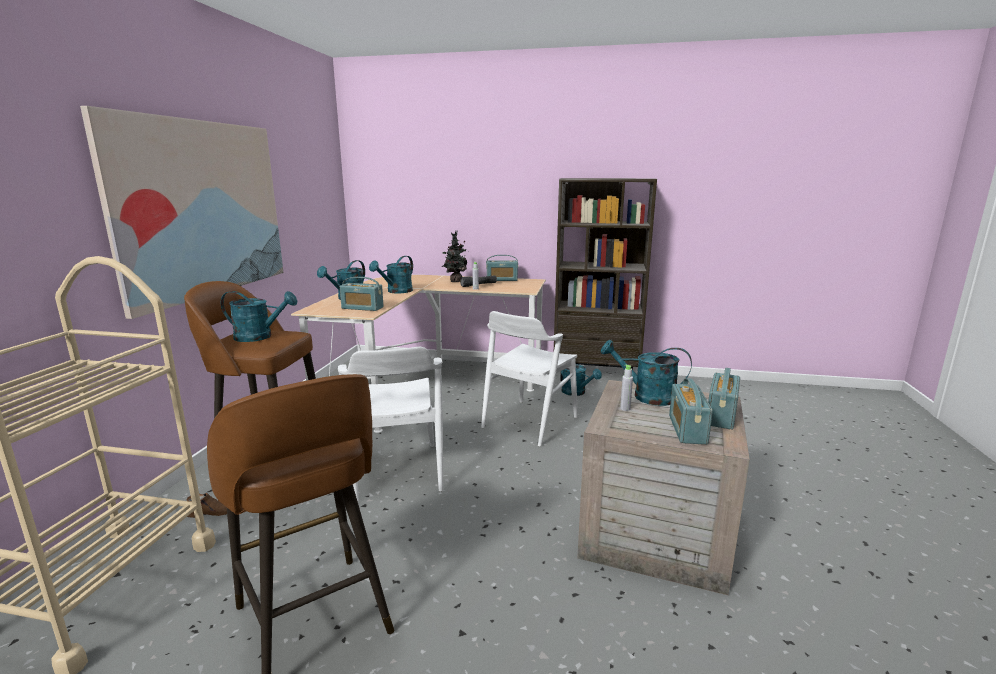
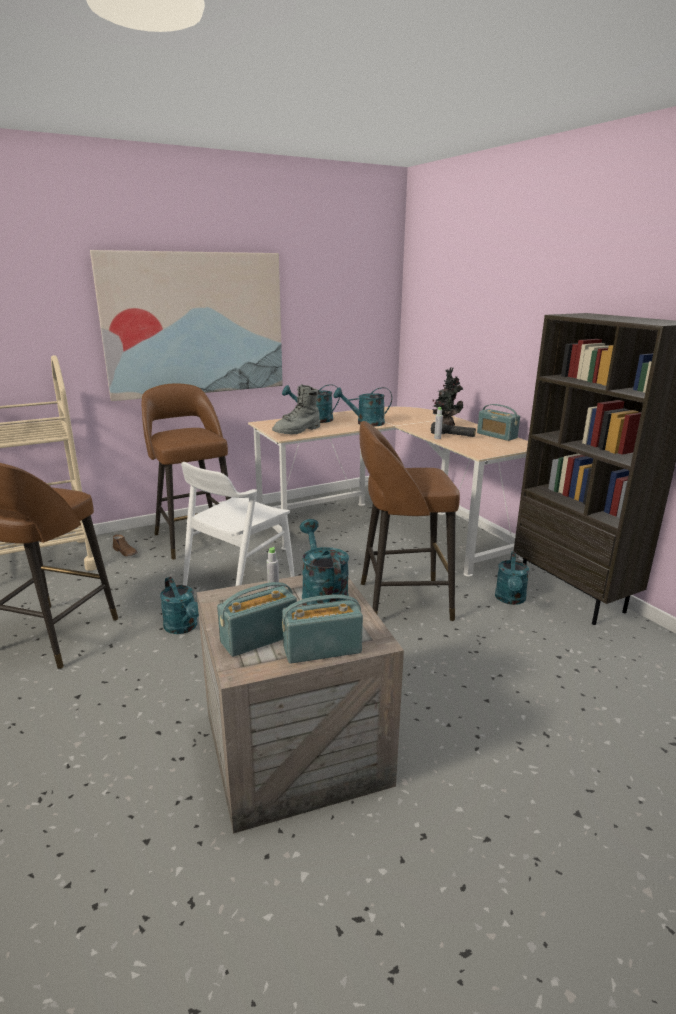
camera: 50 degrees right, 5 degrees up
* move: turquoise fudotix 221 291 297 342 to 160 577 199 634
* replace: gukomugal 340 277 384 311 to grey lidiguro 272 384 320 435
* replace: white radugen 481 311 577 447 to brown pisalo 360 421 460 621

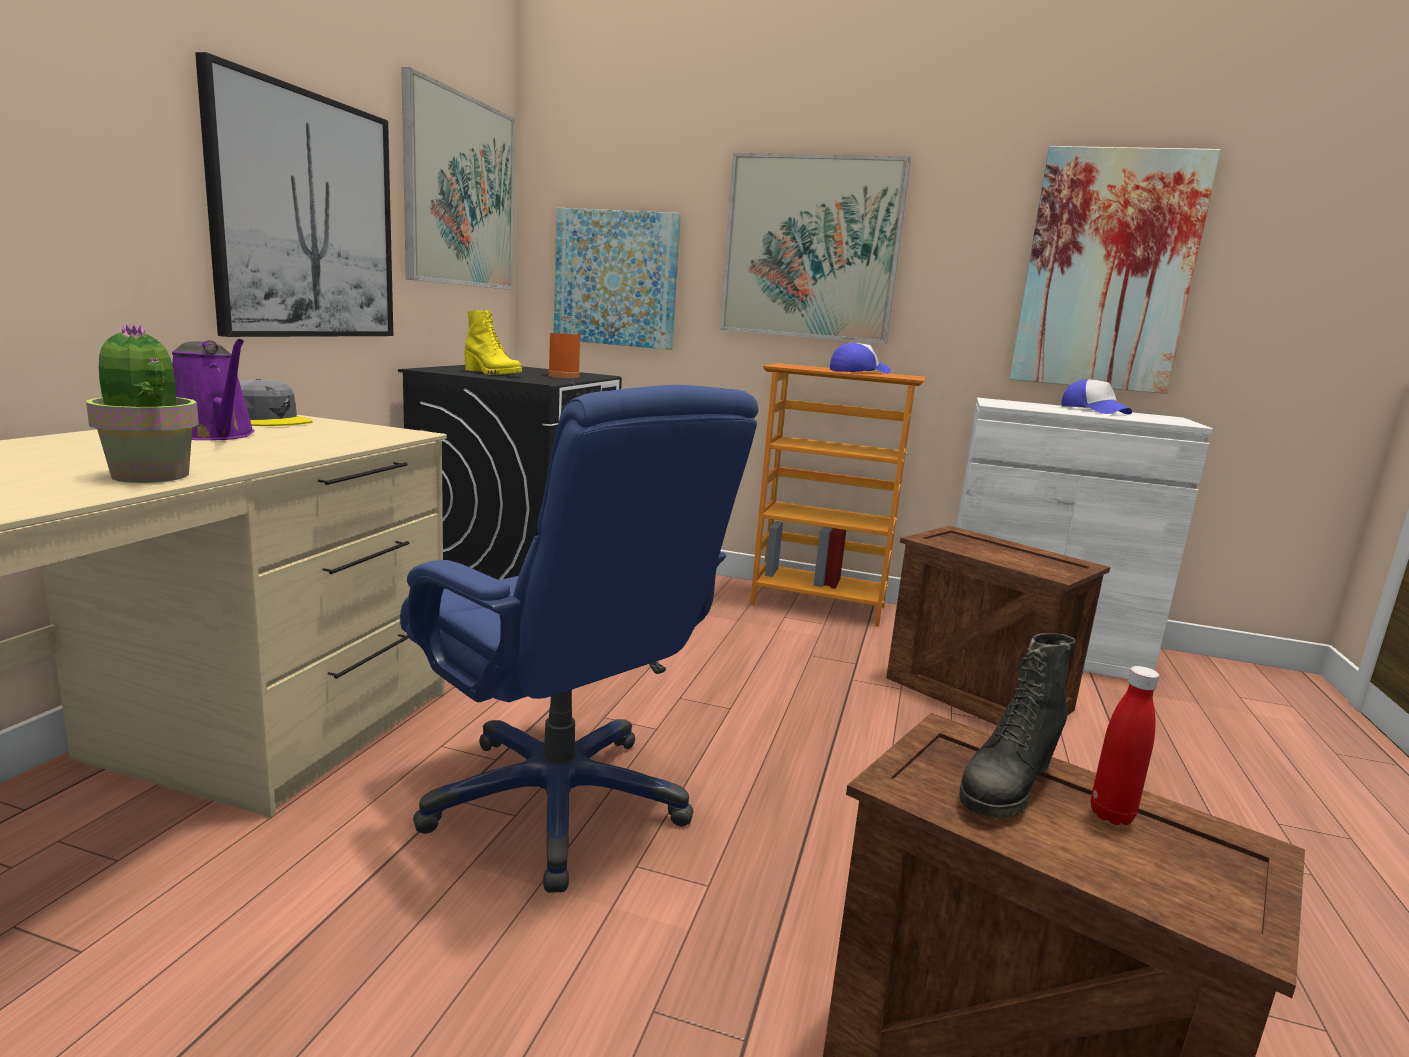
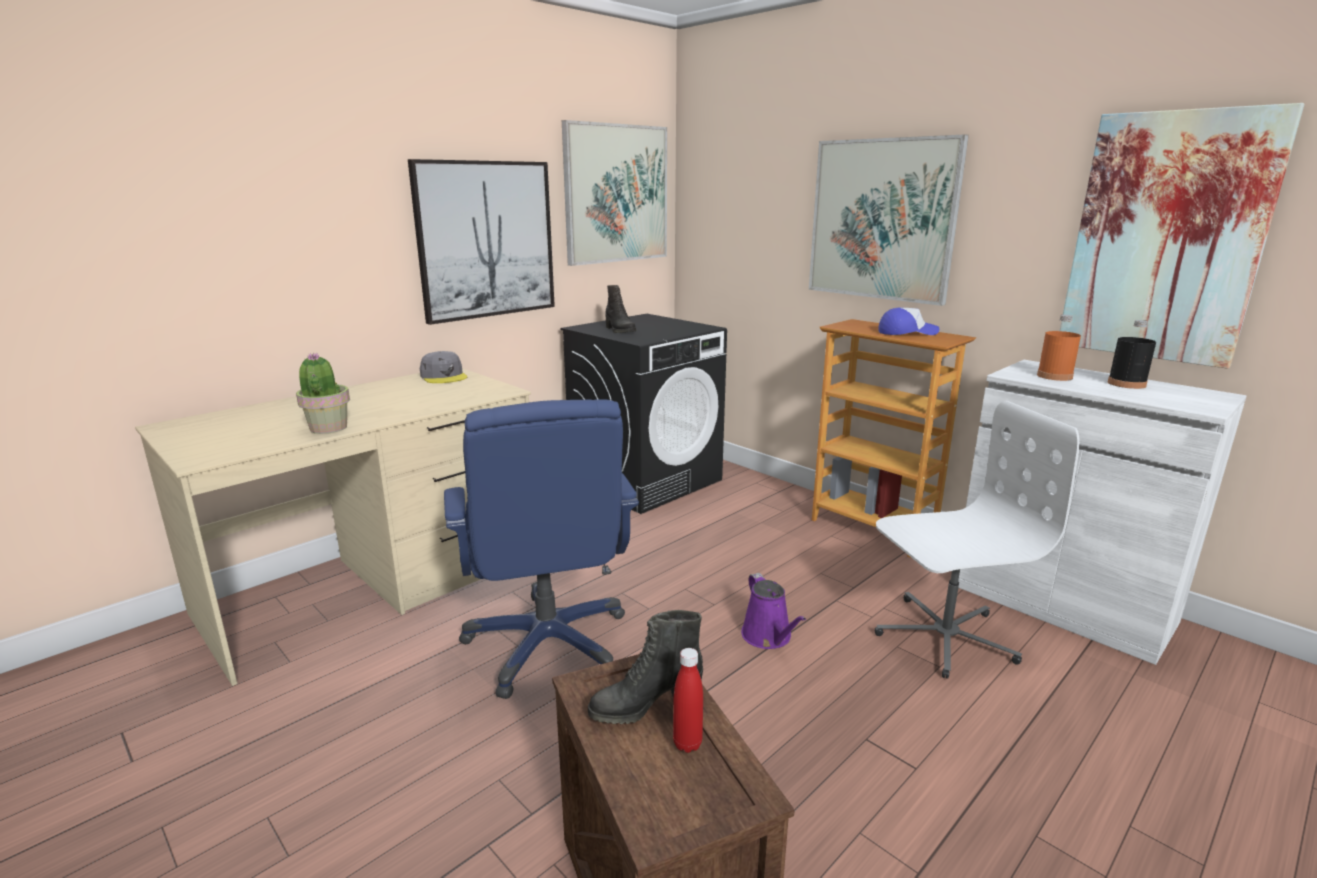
camera: 30 degrees right, 5 degrees up
* move: purple fudotix 172 339 255 440 to 741 573 806 649
* recolor: yellow lidiguro 464 310 522 375 to black lidiguro 605 285 636 333
* move: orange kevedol 548 315 580 378 to 1037 315 1081 381
* delete: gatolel 554 208 681 350
* replace: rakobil 886 526 1110 726 to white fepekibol 875 401 1080 679
* replace: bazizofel 1061 379 1132 414 to black kevedol 1108 320 1156 389

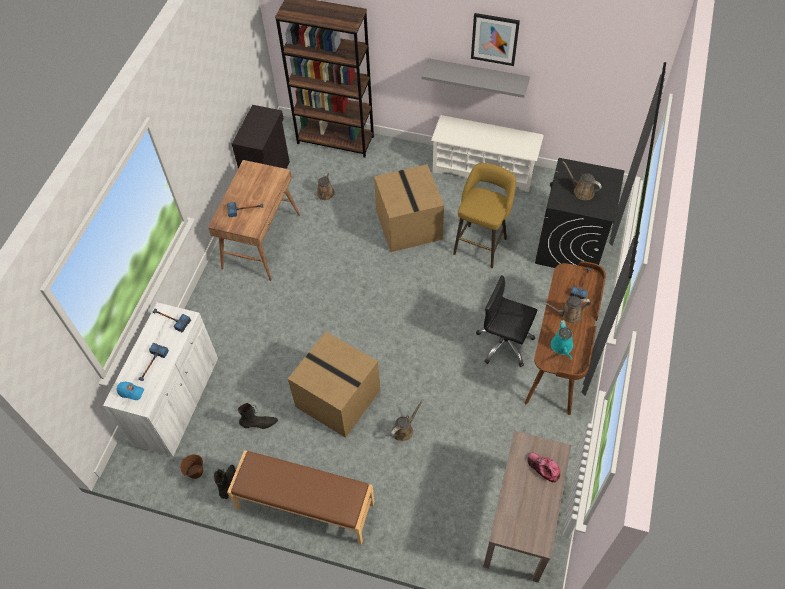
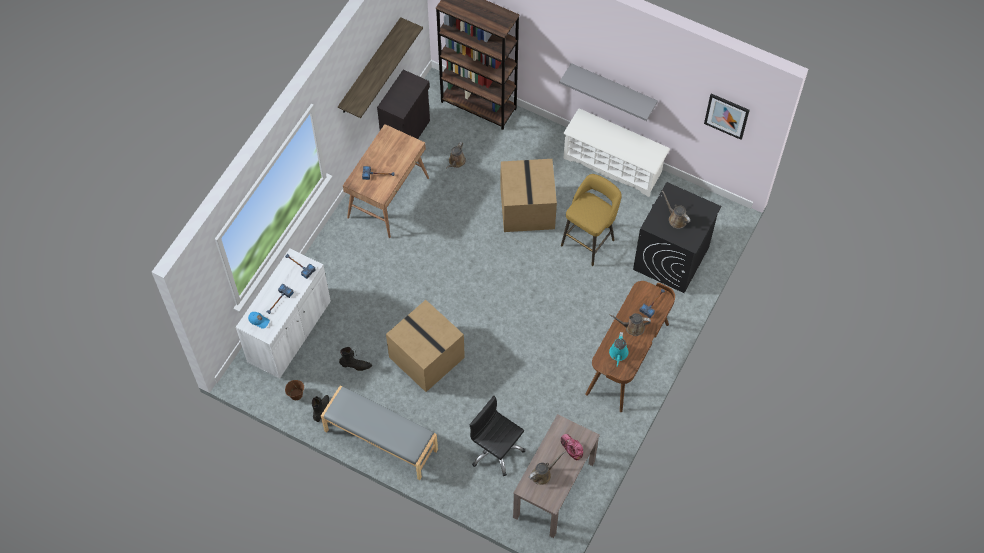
camera: 10 degrees right, 5 degrees up
* recolor: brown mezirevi 227 450 375 545 to grey mezirevi 321 386 438 480
* move: brown fudotix 390 399 424 442 to 529 451 566 485
* move: gatolel 471 13 520 66 to 704 94 750 140
* move: black fepekibol 476 275 537 367 to 470 396 525 476
* insert: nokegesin 338 17 423 118

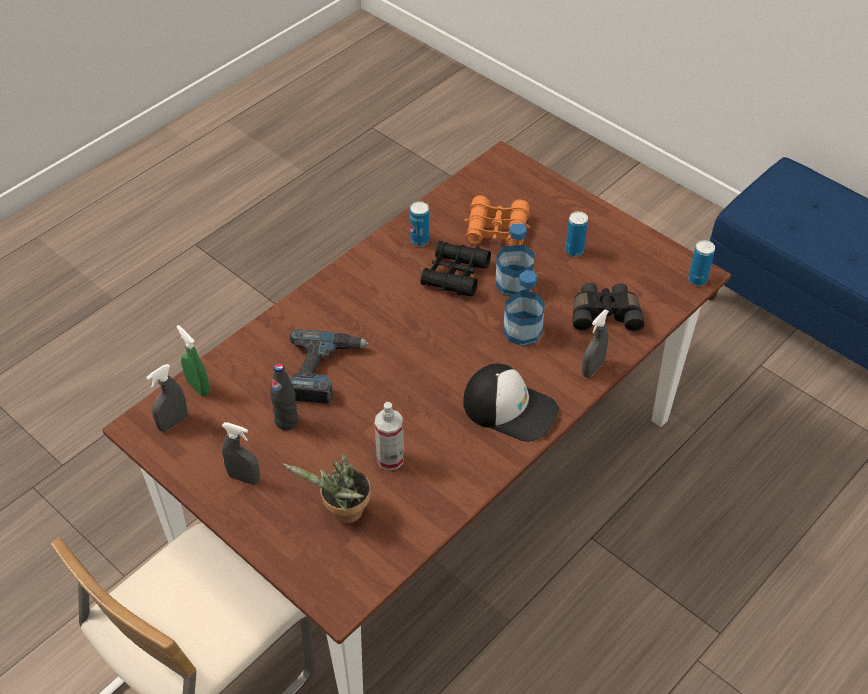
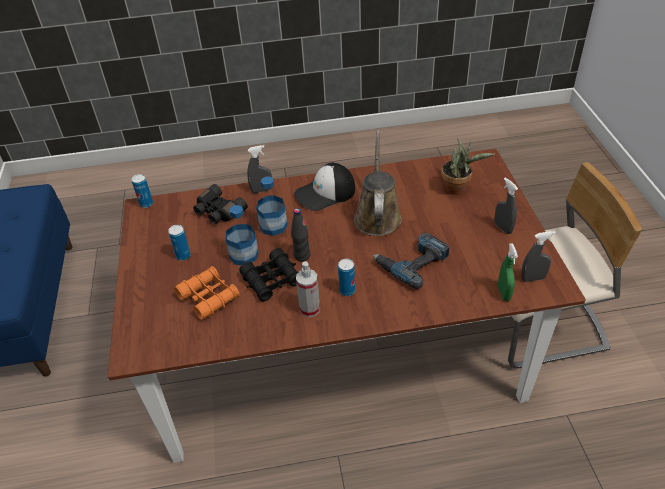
camera: 140 degrees left, 5 degrees down
* move: black kevedol 270 363 299 430 to 291 208 311 262
* move: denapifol 375 402 404 471 to 296 261 320 317
* move: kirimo 410 201 429 246 to 338 259 355 296
* rotate: bazizofel 463 363 559 442 = 294 163 355 211 90 degrees counterclockwise
* insert: brown fudotix 354 130 402 236

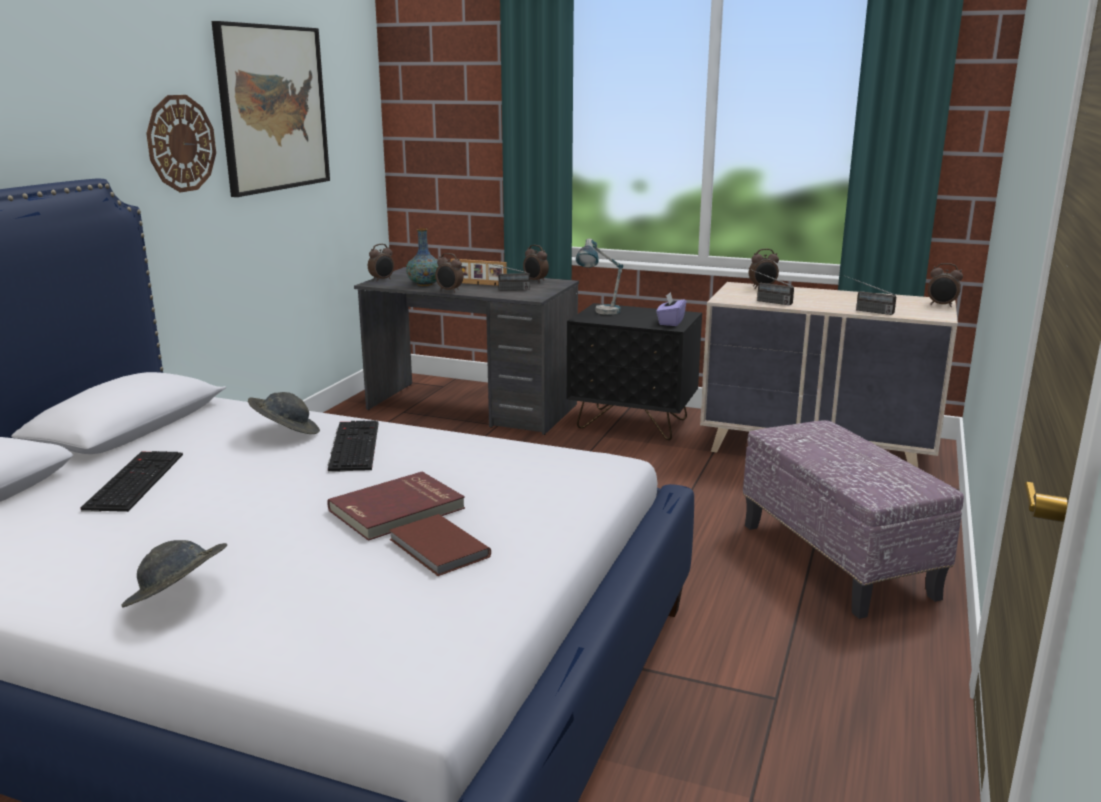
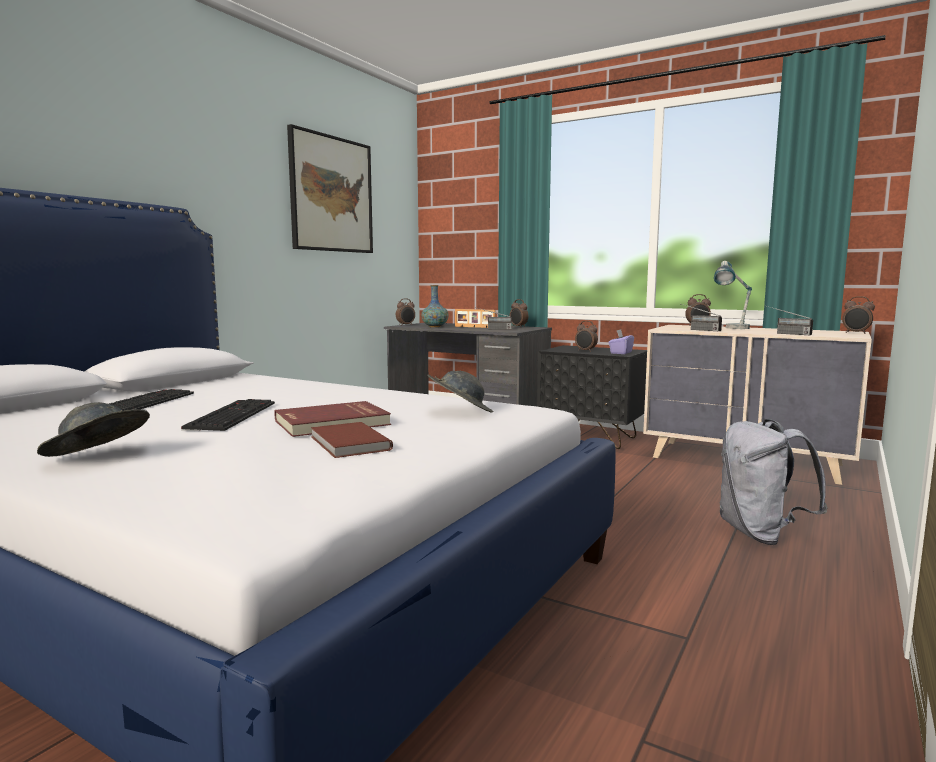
camera: 10 degrees right, 10 degrees down
* delete: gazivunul 146 95 216 192
* move: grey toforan 248 392 320 434 to 428 371 493 413
* move: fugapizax 328 420 379 472 to 181 399 275 431
* move: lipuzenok 435 253 463 292 to 575 321 598 352
* move: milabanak 576 239 623 315 to 714 261 752 329
* replace: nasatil 743 420 964 619 to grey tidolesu 720 419 828 545

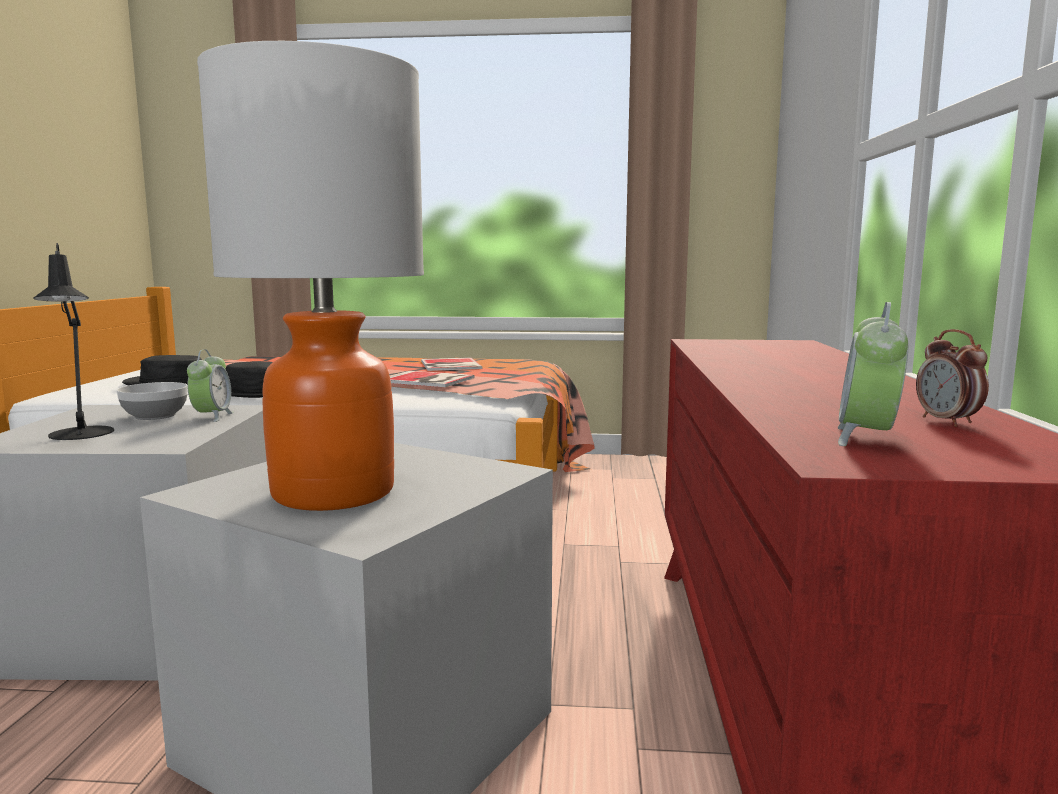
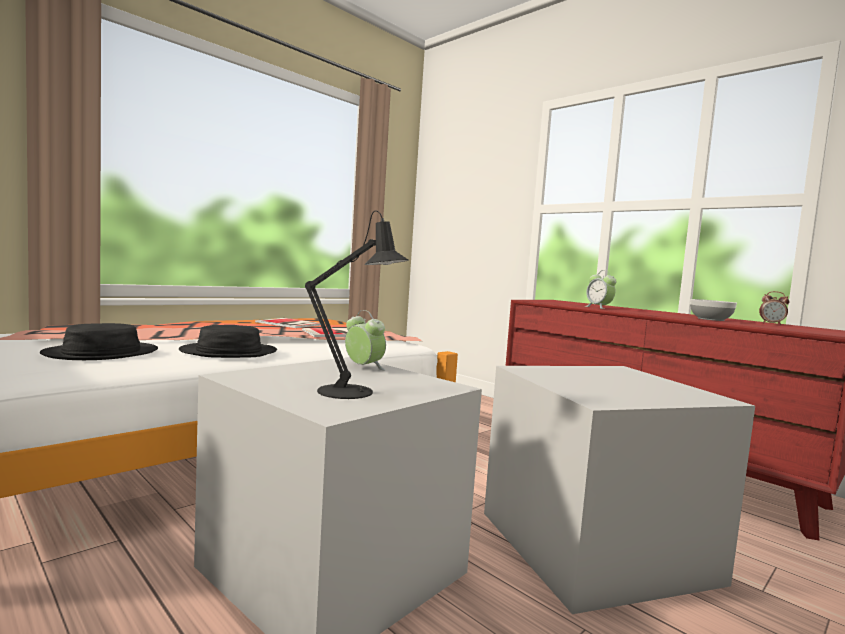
camera: 50 degrees left, 5 degrees down
* move: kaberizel 117 382 188 420 to 690 299 737 321
* delete: milabanak 197 41 424 511
* move: lipuzenok 838 302 908 446 to 585 270 617 309

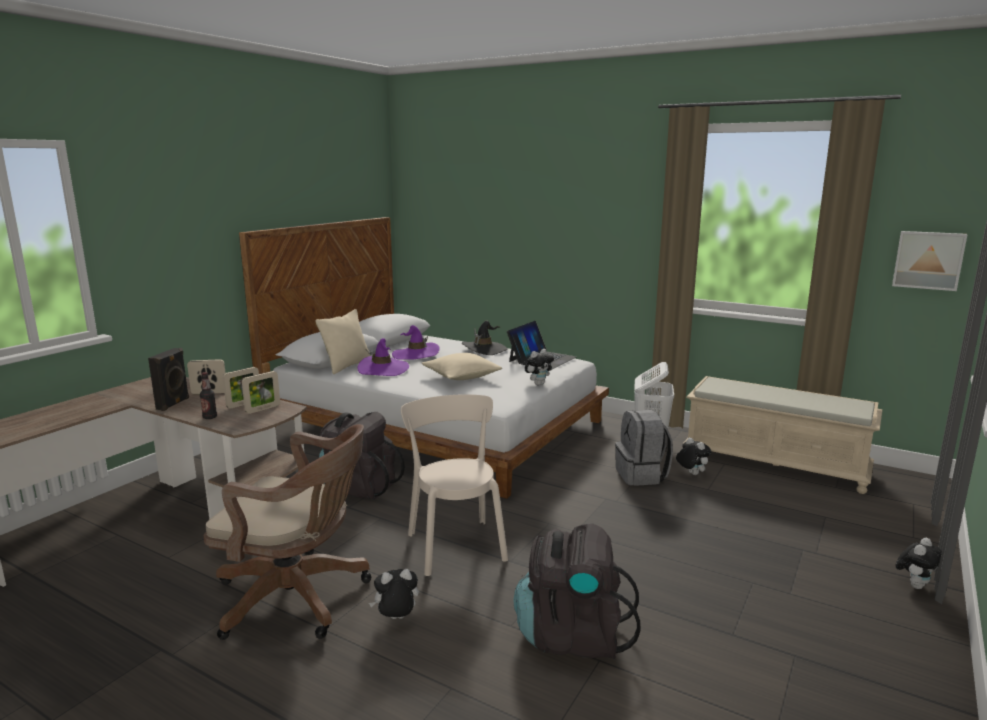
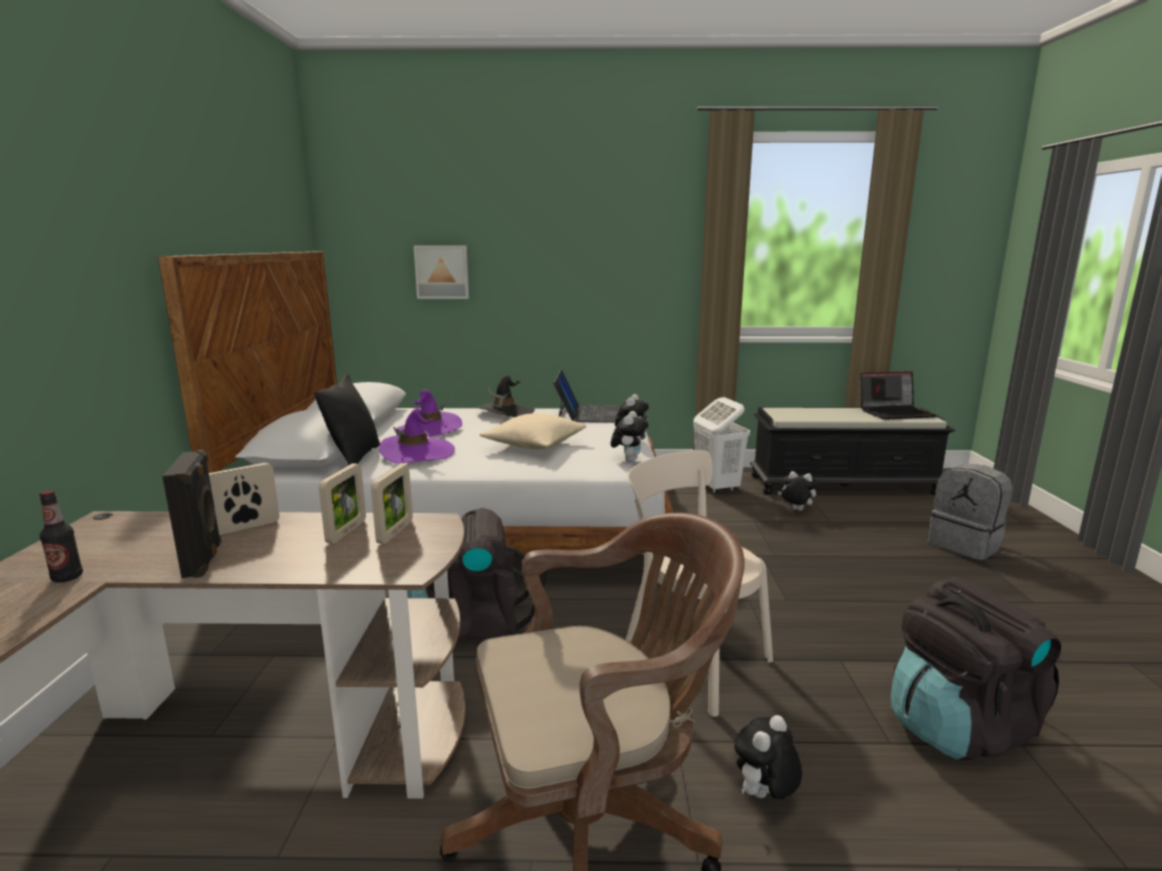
camera: 30 degrees left, 0 degrees up
* move: kevedol 200 372 217 419 to 39 490 83 583
* recolor: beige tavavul 316 309 370 374 to black tavavul 314 374 380 465
* move: grey tidolesu 615 410 673 486 to 928 464 1012 560
* recolor: beige mezirevi 682 376 882 494 to black mezirevi 750 407 955 495
* move: gatolel 892 231 968 291 to 414 246 469 299
* move: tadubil 896 538 942 589 to 611 411 648 462
* insert: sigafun 860 371 937 420

